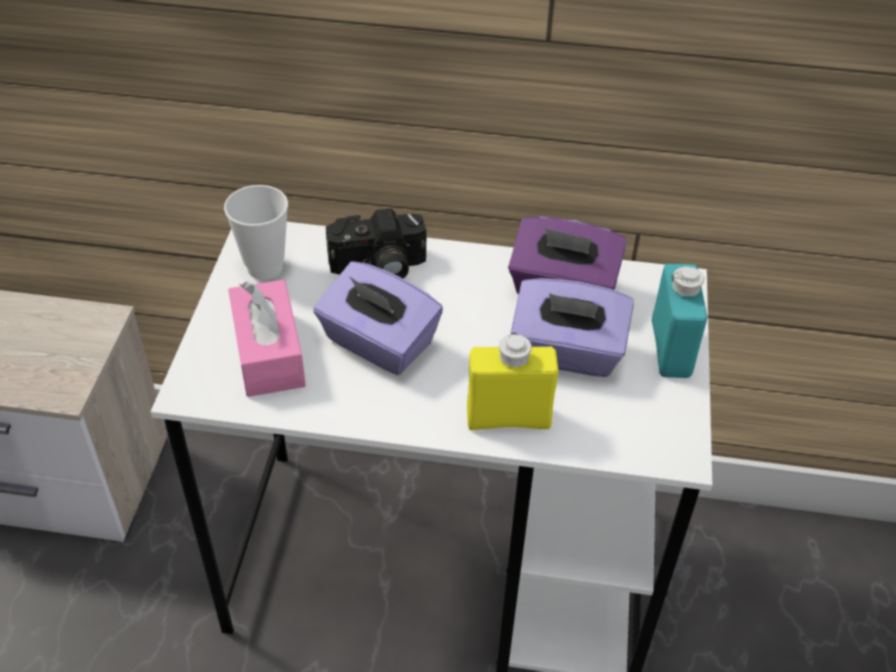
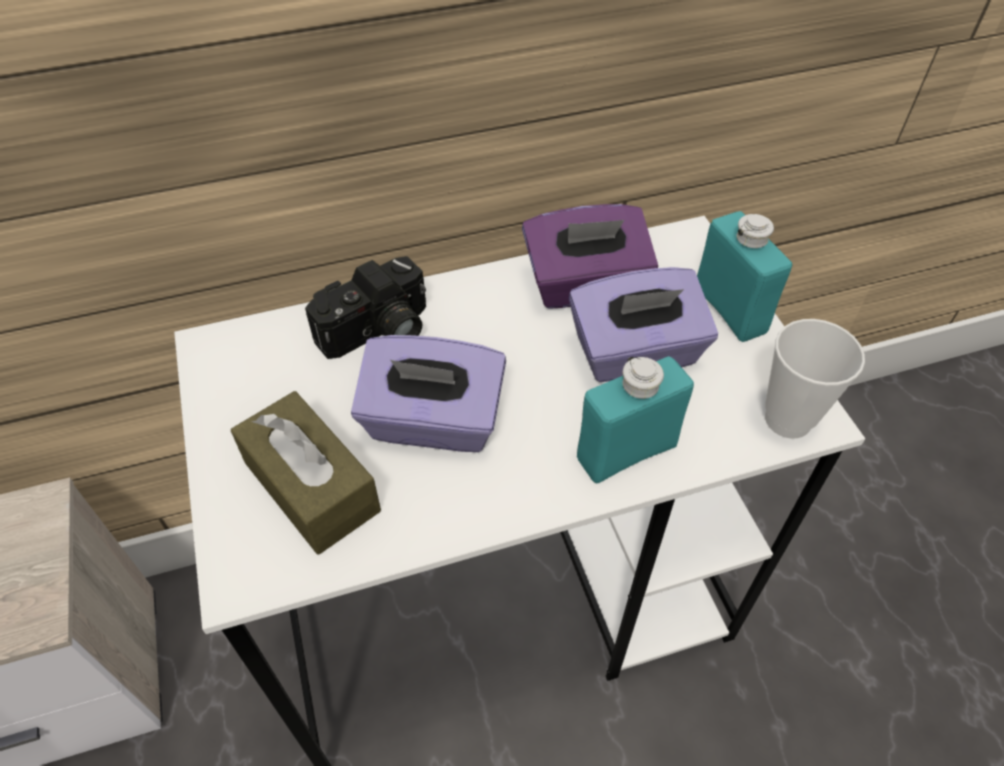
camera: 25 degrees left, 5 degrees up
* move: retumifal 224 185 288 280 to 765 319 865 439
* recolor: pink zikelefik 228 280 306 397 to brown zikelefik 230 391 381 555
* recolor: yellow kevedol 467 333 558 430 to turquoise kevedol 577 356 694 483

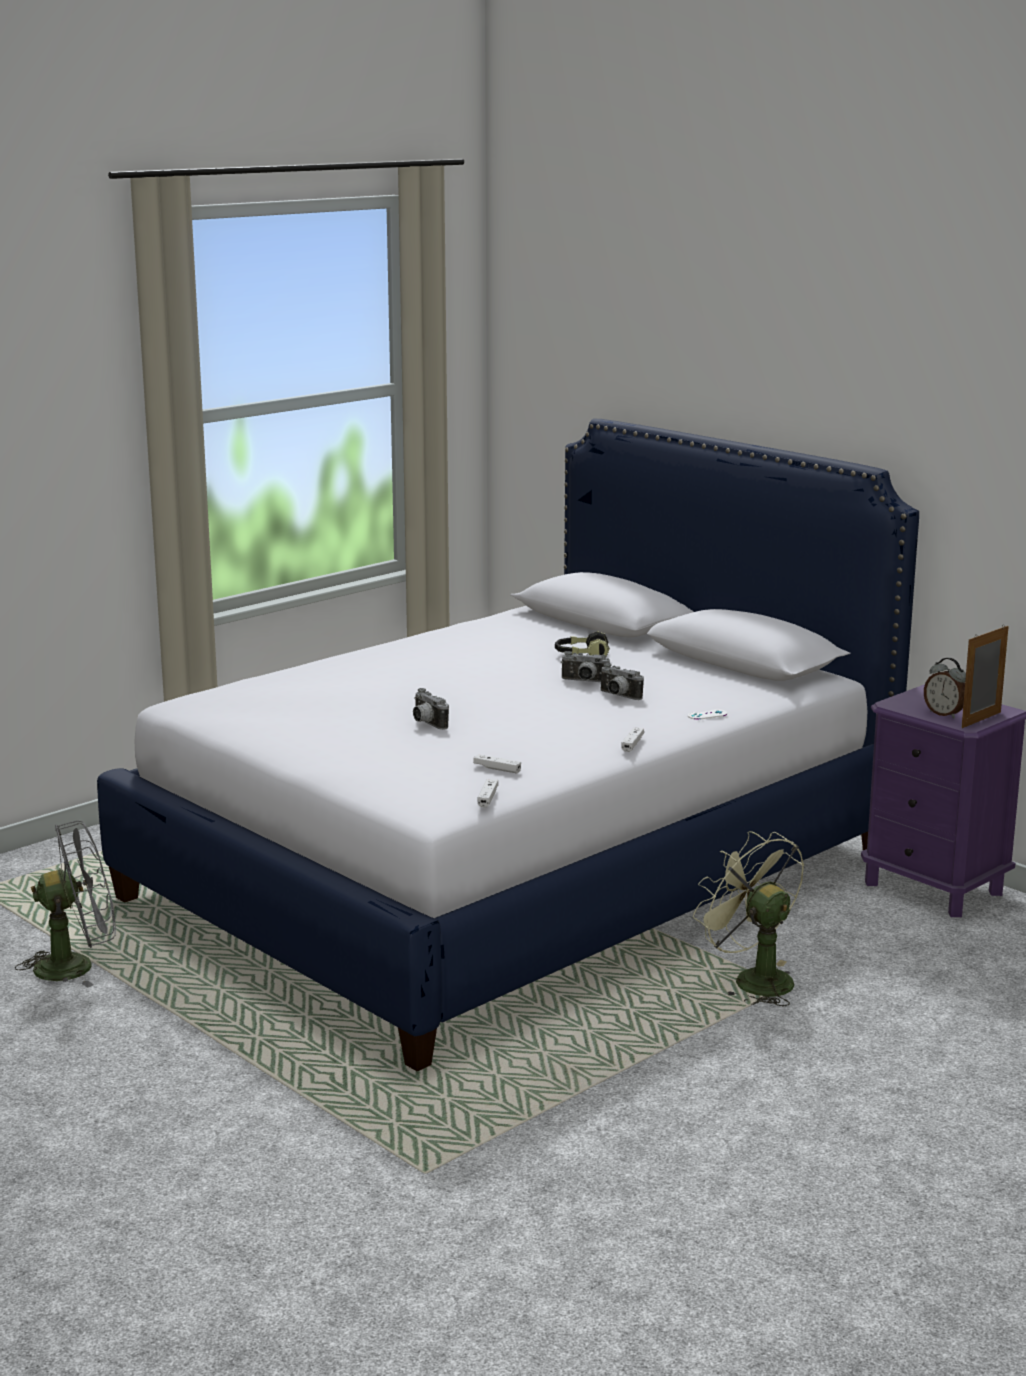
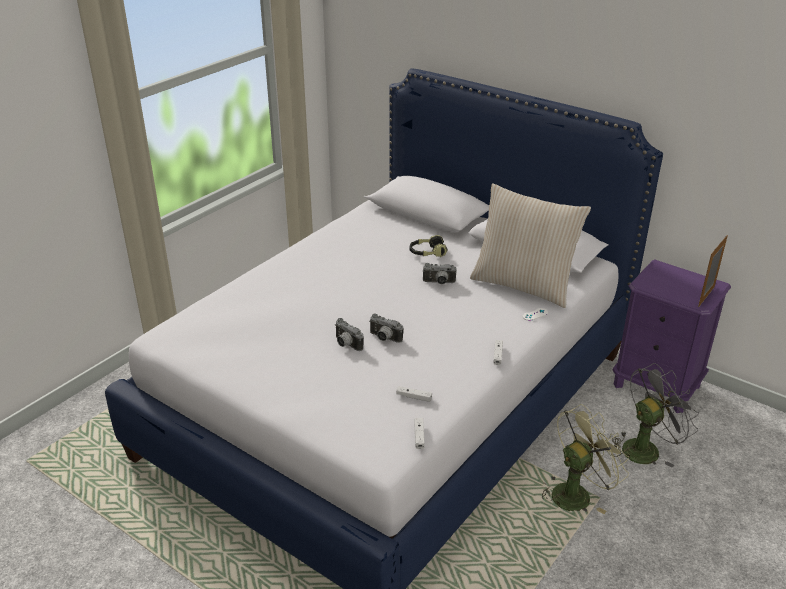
camera: 10 degrees left, 15 degrees up
* move: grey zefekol 15 821 116 988 to 611 363 699 468
* move: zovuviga 600 663 644 700 to 369 313 403 343
* rotate: green zefekol 693 831 804 1006 = 542 404 629 514 105 degrees clockwise
* delete: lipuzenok 924 658 966 718
* insert: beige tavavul 470 184 591 308

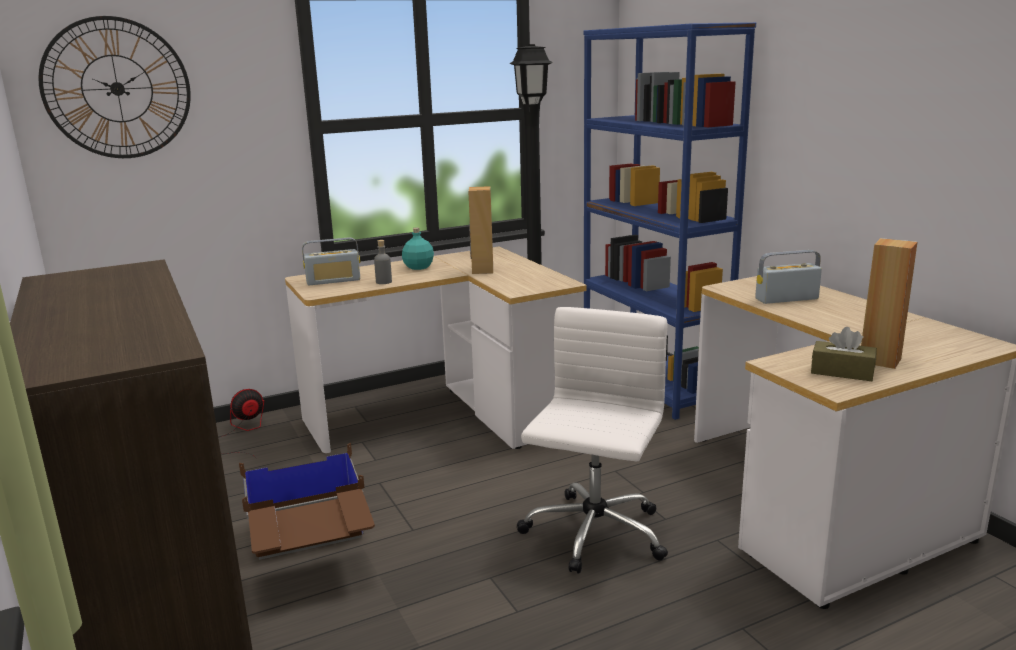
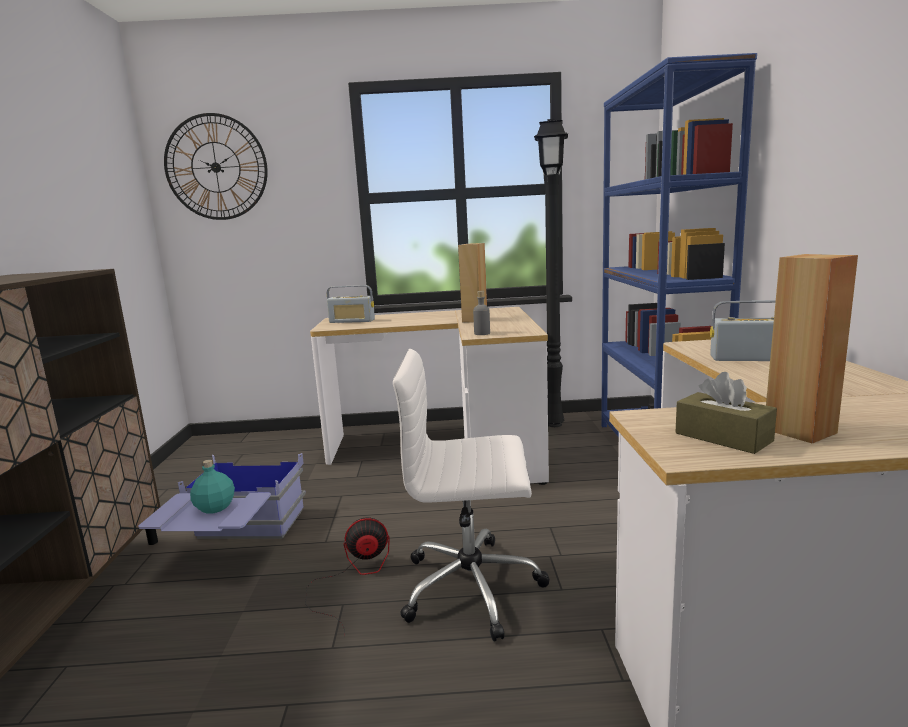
camera: 25 degrees right, 5 degrees down
* move: zefekol 221 389 264 459 to 305 517 390 637
* recolor: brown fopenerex 239 443 375 560 to blue fopenerex 138 453 306 539
* move: grey kevedol 374 240 392 284 to 473 291 490 335
* move: turquoise kevedol 402 227 434 270 to 190 460 235 513
* rotate: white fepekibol 517 307 668 574 = 393 349 550 642 135 degrees counterclockwise

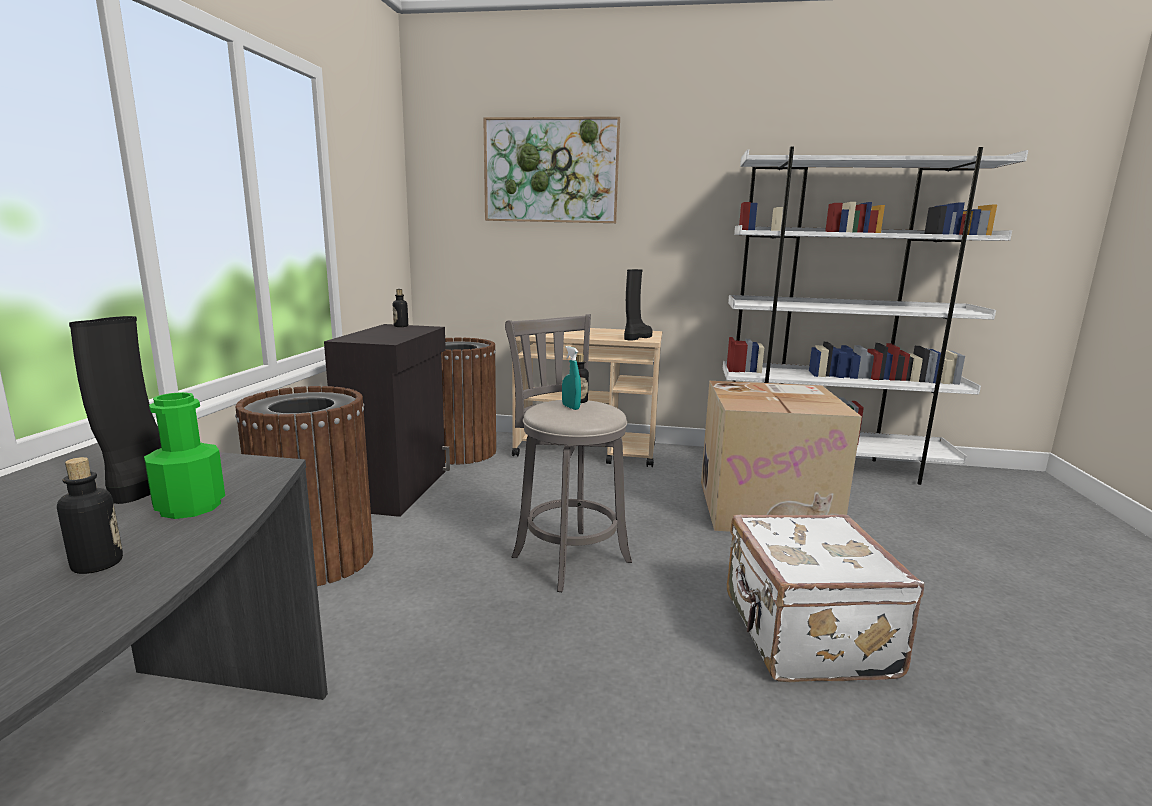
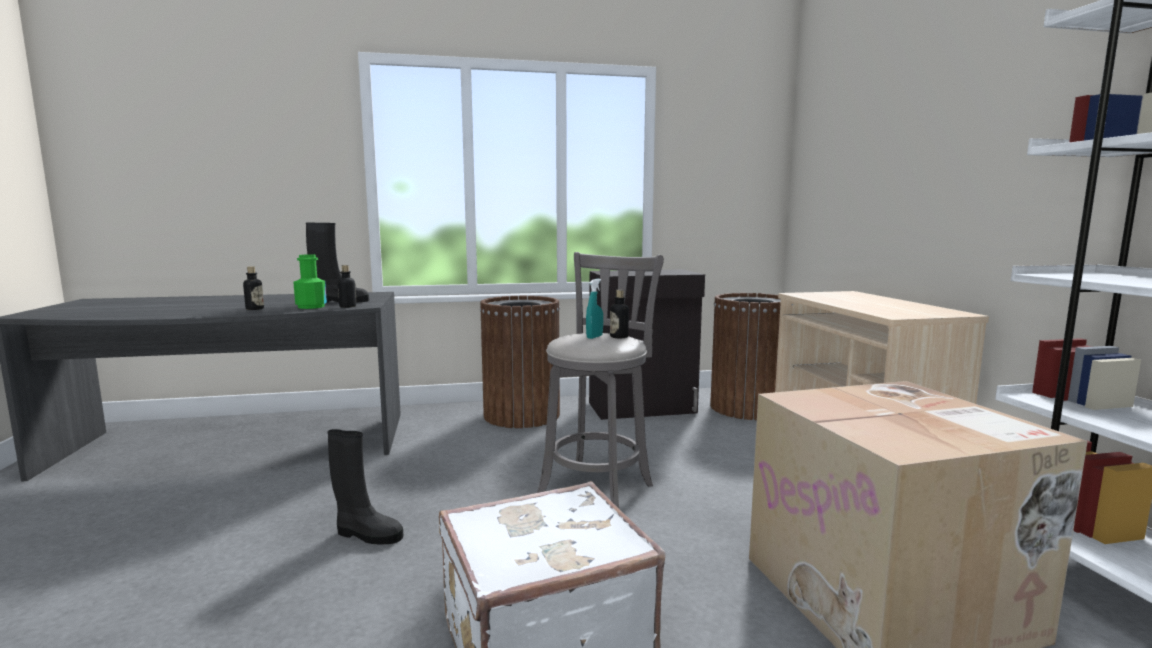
camera: 70 degrees right, 5 degrees down
* move: kevedol 393 289 408 327 to 337 265 357 308
* delete: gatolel 483 117 620 223
* move: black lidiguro 624 269 652 340 to 328 429 403 545

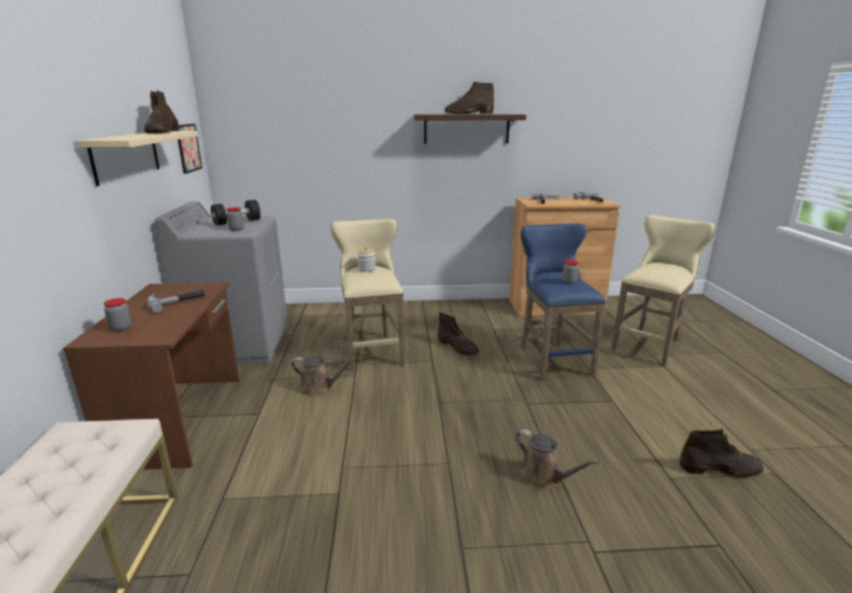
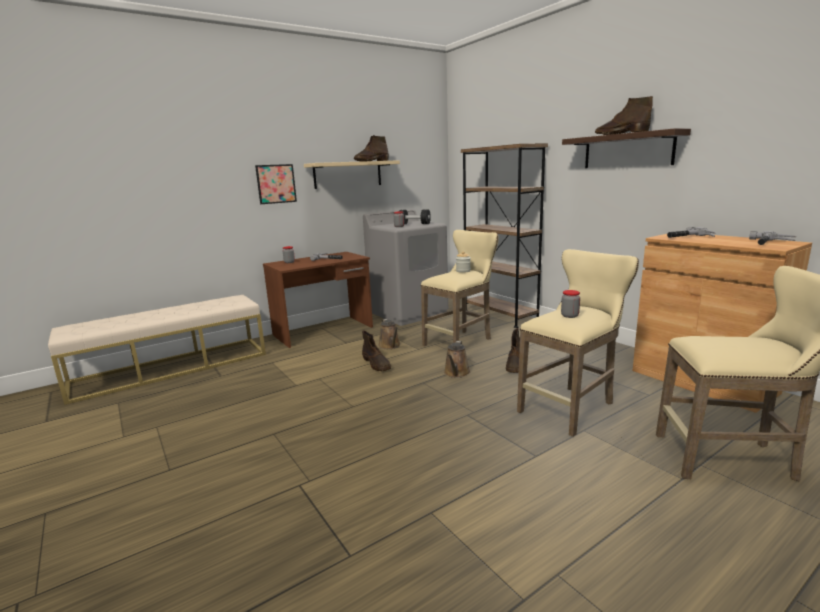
camera: 60 degrees right, 5 degrees down
* move: gatolel 178 124 202 174 to 255 164 297 204
* move: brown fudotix 516 429 599 490 to 444 341 470 378
* recolor: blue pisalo 521 223 606 381 to beige pisalo 517 249 639 437
* move: brown lidiguro 680 429 764 478 to 362 330 391 371
* insert: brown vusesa 461 143 548 328

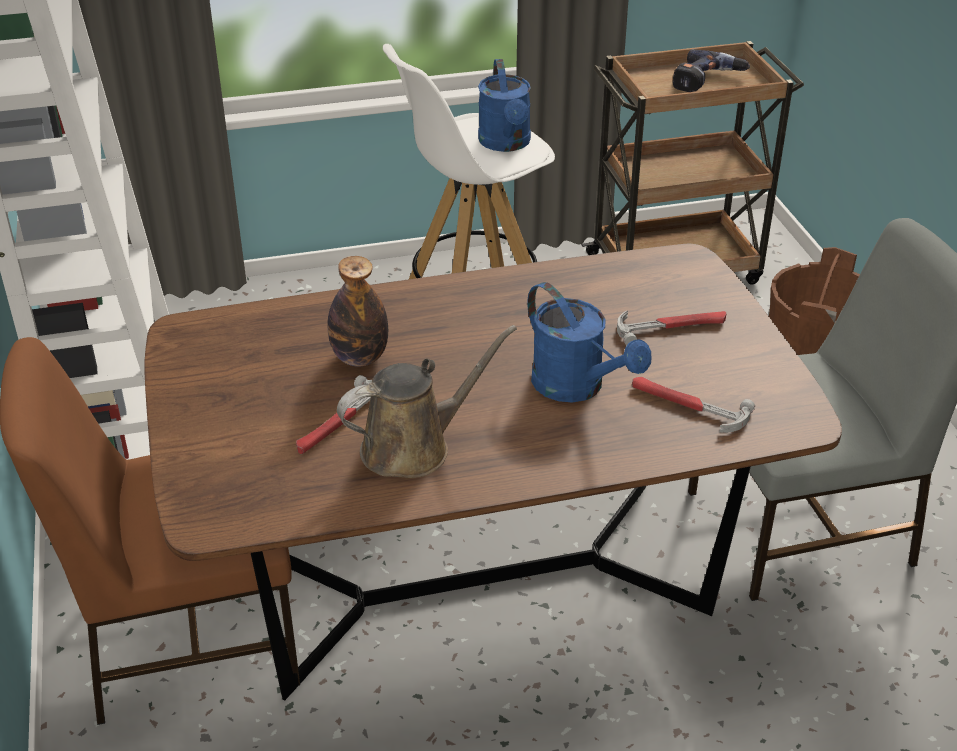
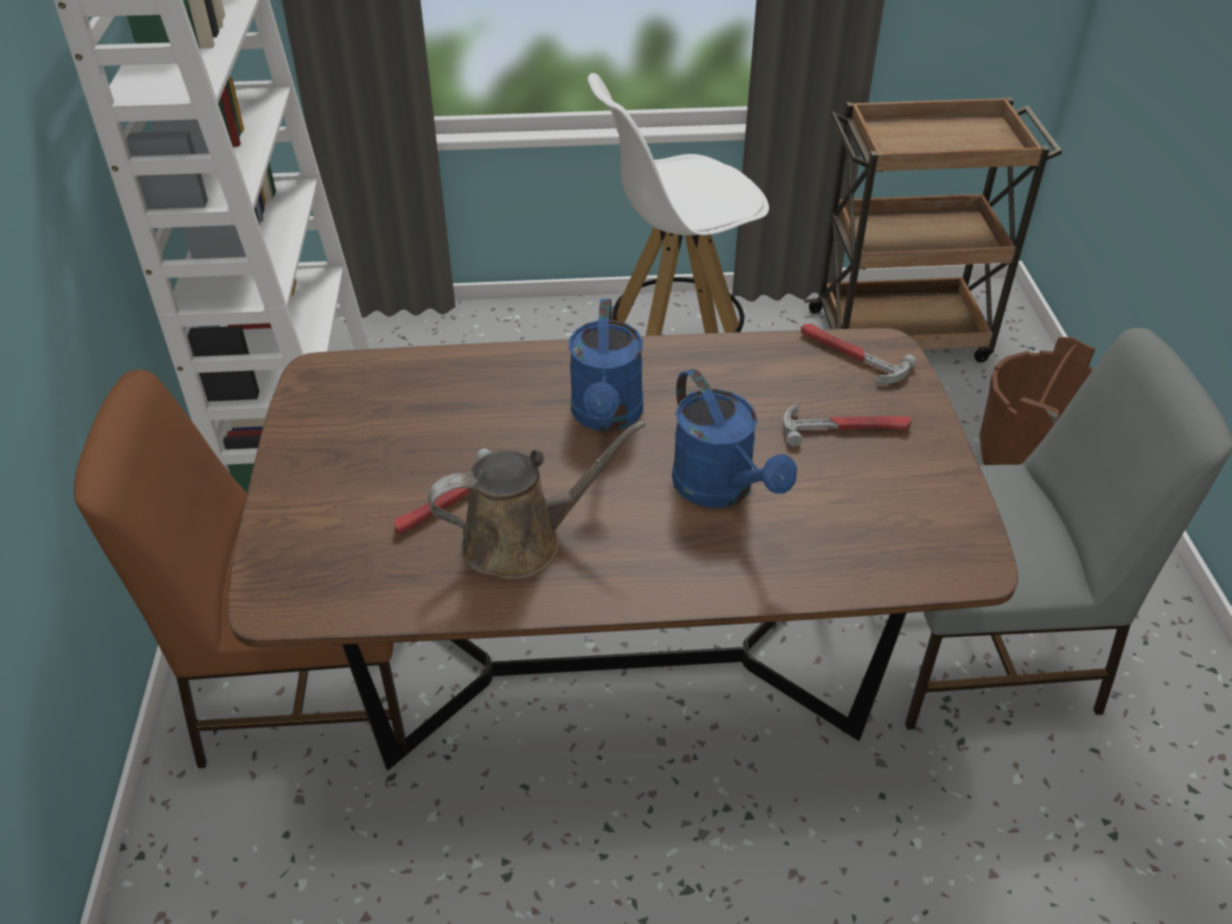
camera: 10 degrees right, 5 degrees up
* delete: kevedol 327 256 388 367
* move: blue fudotix 478 59 531 152 to 569 299 643 432
* move: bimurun 632 377 755 433 to 801 324 917 384
* delete: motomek 673 49 750 92

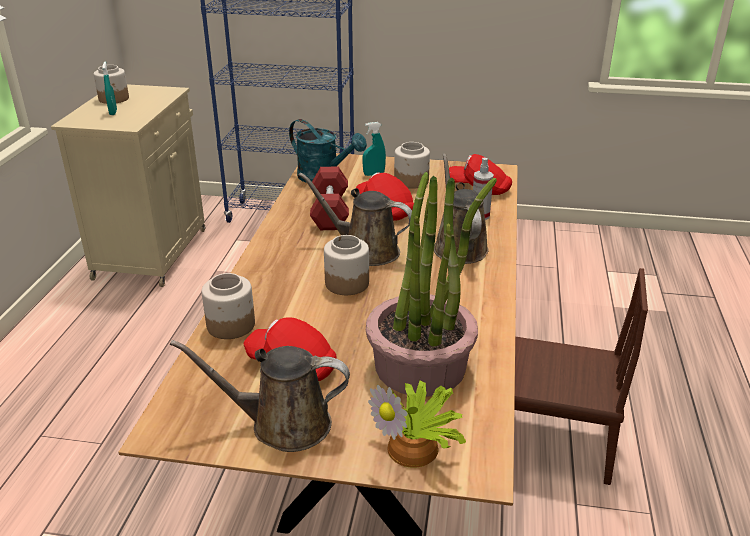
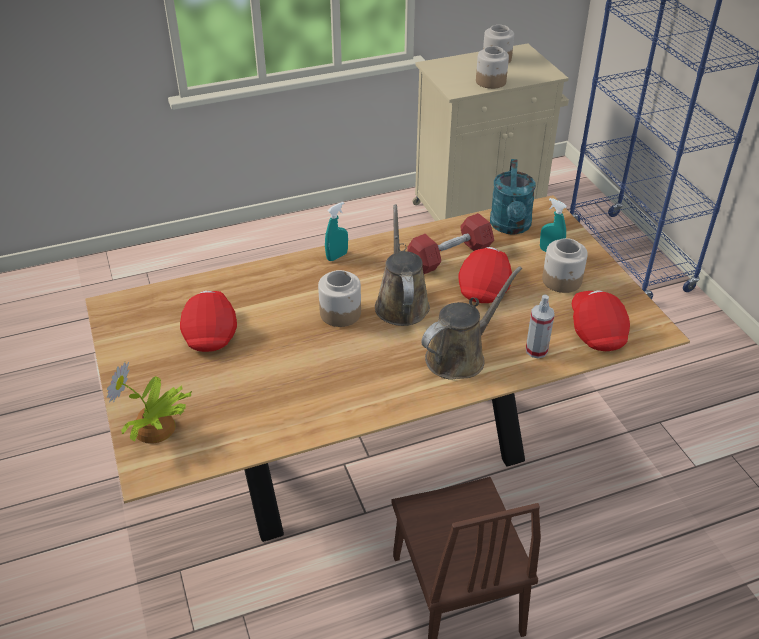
camera: 60 degrees right, 10 degrees up
* move: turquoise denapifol 102 62 117 115 to 325 202 348 261
* delete: brown fudotix 170 340 350 452
* move: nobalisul 202 273 255 339 to 476 46 509 89
* delete: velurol 366 172 497 396

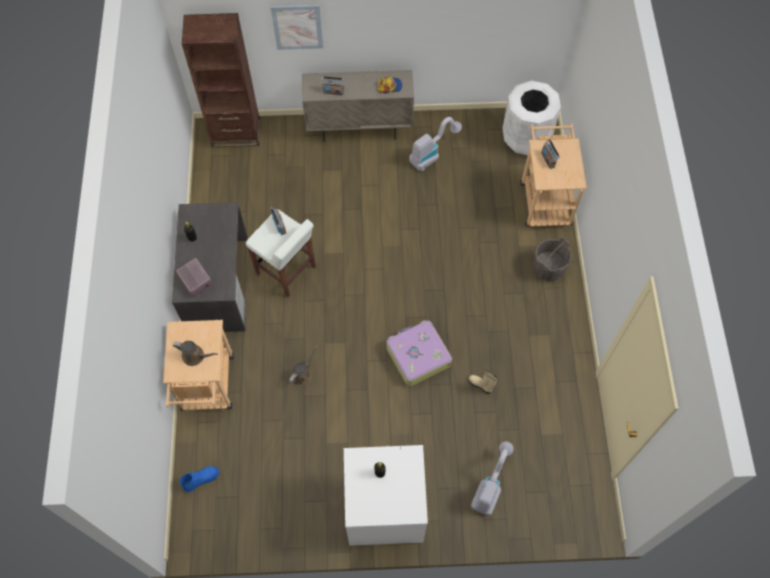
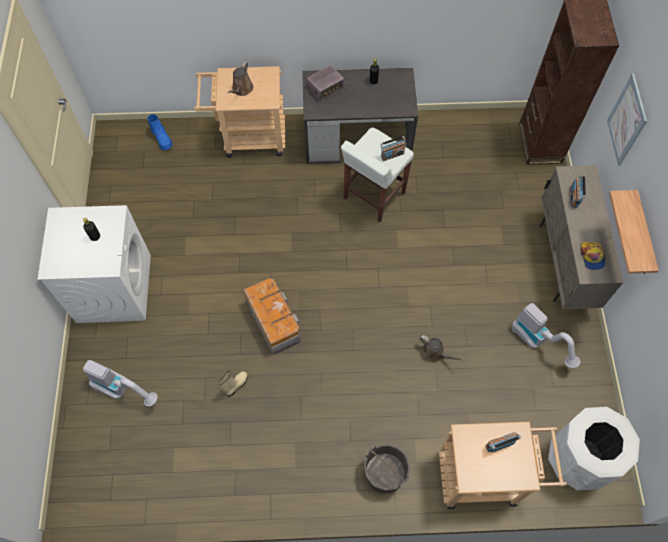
camera: 90 degrees right, 0 degrees up
* move: brown fudotix 289 345 318 386 to 420 335 465 363
* replace: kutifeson 386 320 452 386 to fopenerex 243 278 301 355
* insert: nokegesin 609 190 659 274

